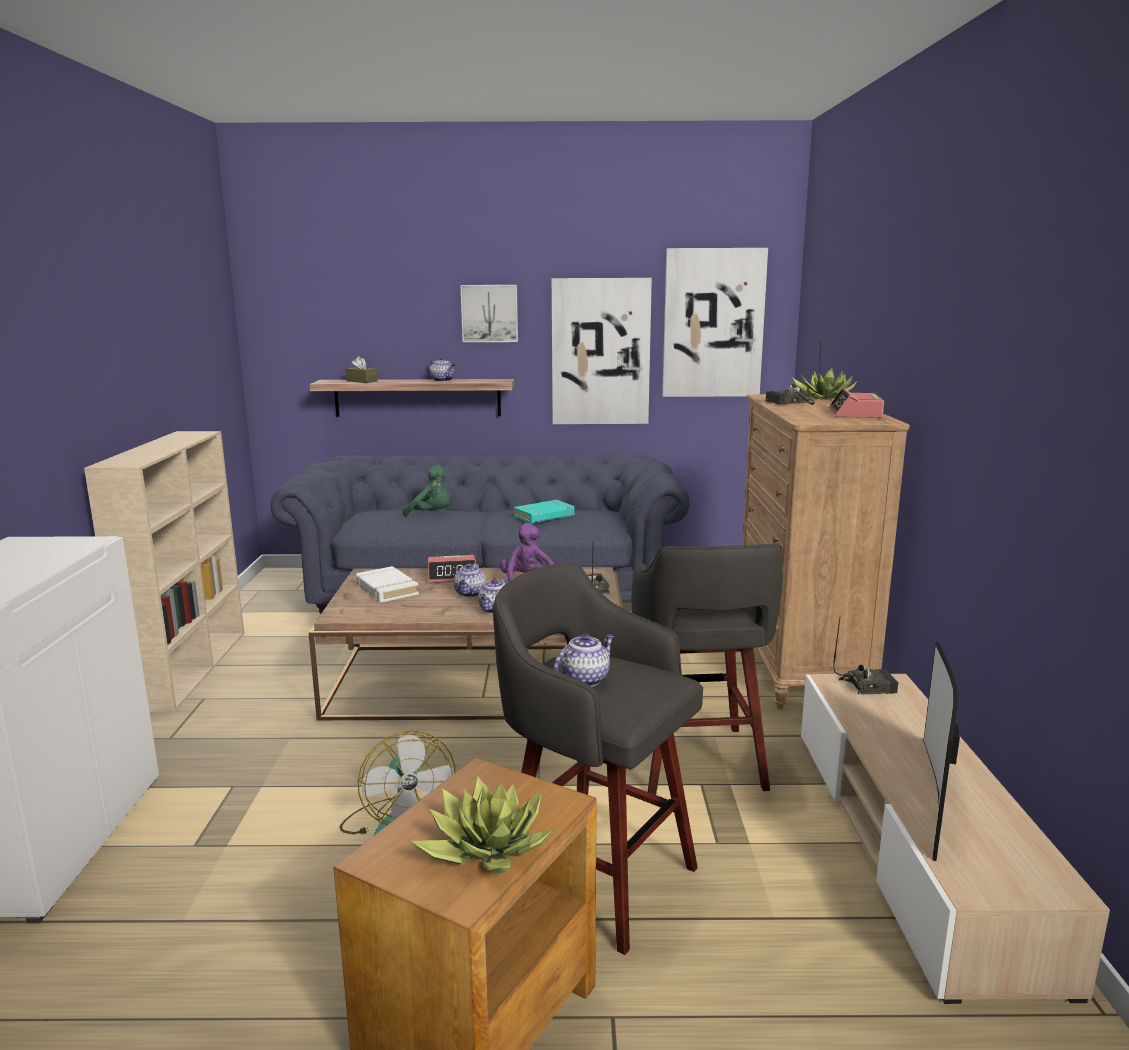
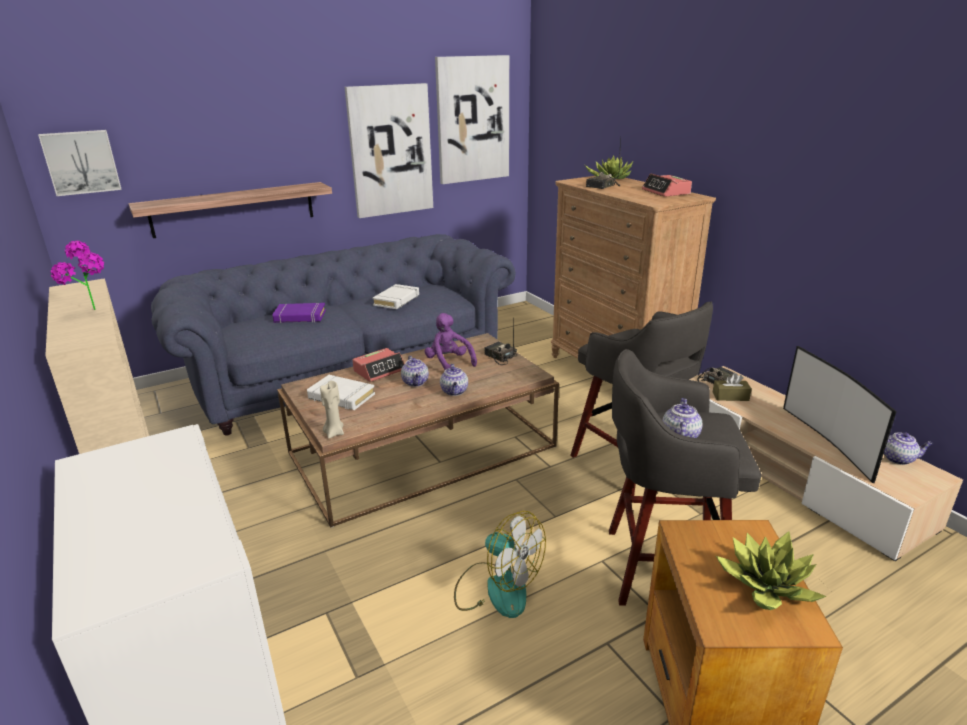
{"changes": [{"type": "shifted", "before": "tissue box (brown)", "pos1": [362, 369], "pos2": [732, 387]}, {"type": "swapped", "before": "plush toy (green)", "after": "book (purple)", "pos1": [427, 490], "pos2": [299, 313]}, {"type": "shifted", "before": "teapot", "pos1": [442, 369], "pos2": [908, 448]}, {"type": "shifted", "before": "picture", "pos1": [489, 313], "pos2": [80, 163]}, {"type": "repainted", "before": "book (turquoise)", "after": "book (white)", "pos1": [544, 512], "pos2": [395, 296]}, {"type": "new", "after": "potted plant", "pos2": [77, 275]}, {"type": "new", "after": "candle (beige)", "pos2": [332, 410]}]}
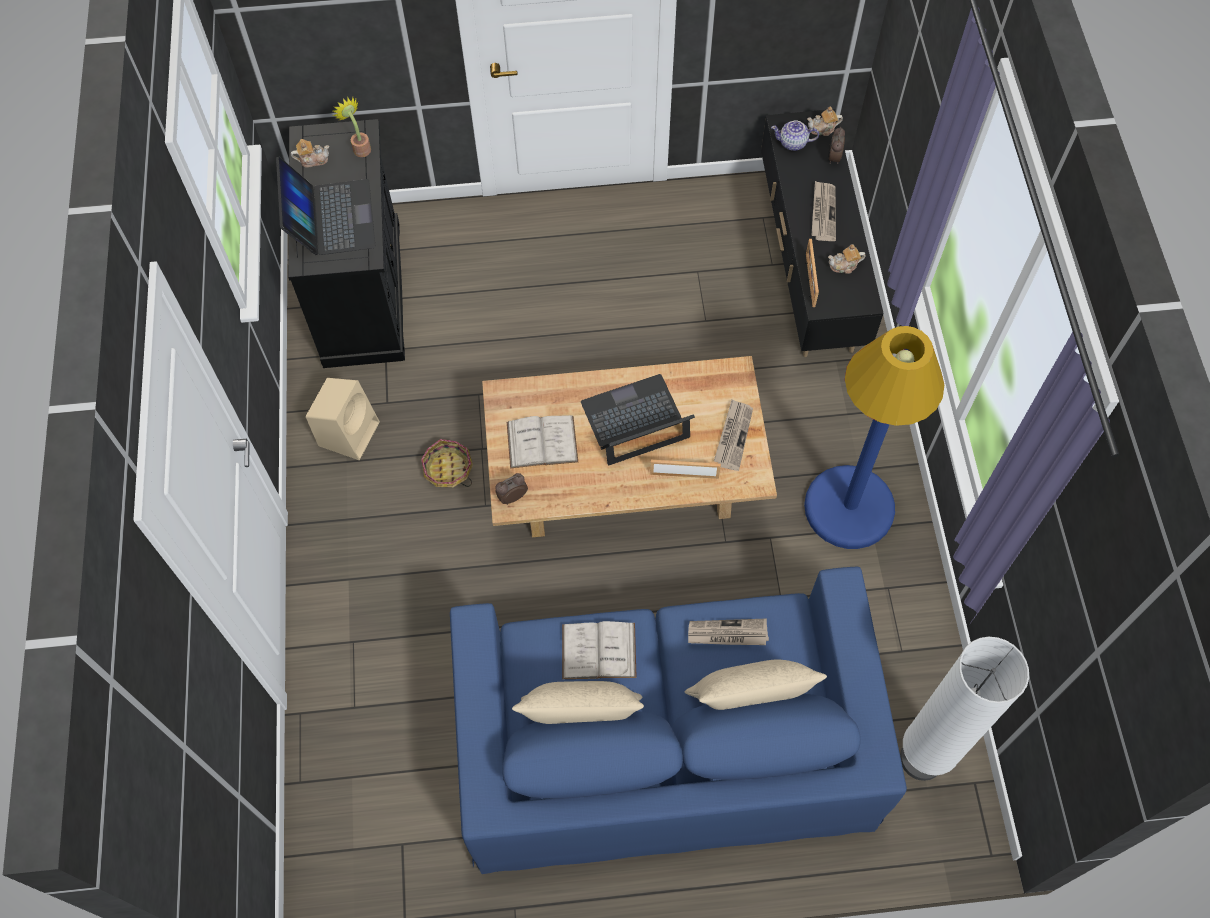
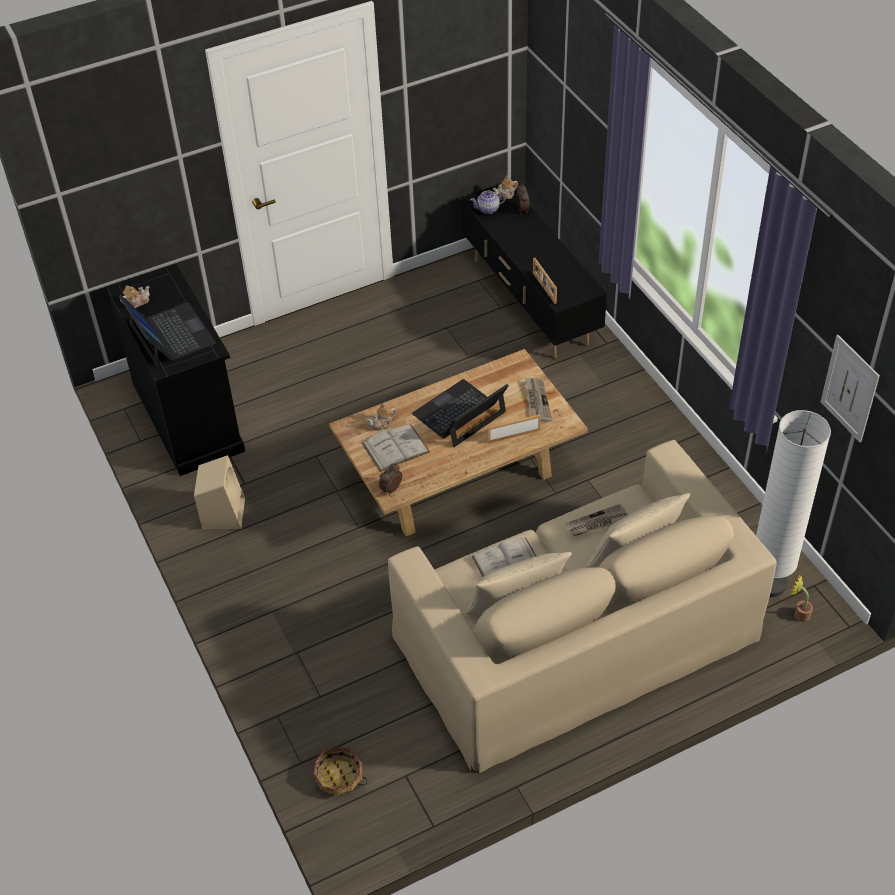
{"changes": [{"type": "shifted", "before": "potted plant", "pos1": [352, 127], "pos2": [801, 598]}, {"type": "shifted", "before": "basket", "pos1": [447, 463], "pos2": [340, 771]}, {"type": "repainted", "before": "sofa (blue)", "after": "sofa (beige)", "pos1": [678, 720], "pos2": [582, 606]}, {"type": "gone", "before": "floor lamp (blue)", "pos1": [874, 437]}, {"type": "gone", "before": "newspaper", "pos1": [823, 211]}, {"type": "shifted", "before": "teapot", "pos1": [847, 259], "pos2": [381, 417]}, {"type": "new", "after": "picture", "pos2": [850, 388]}]}
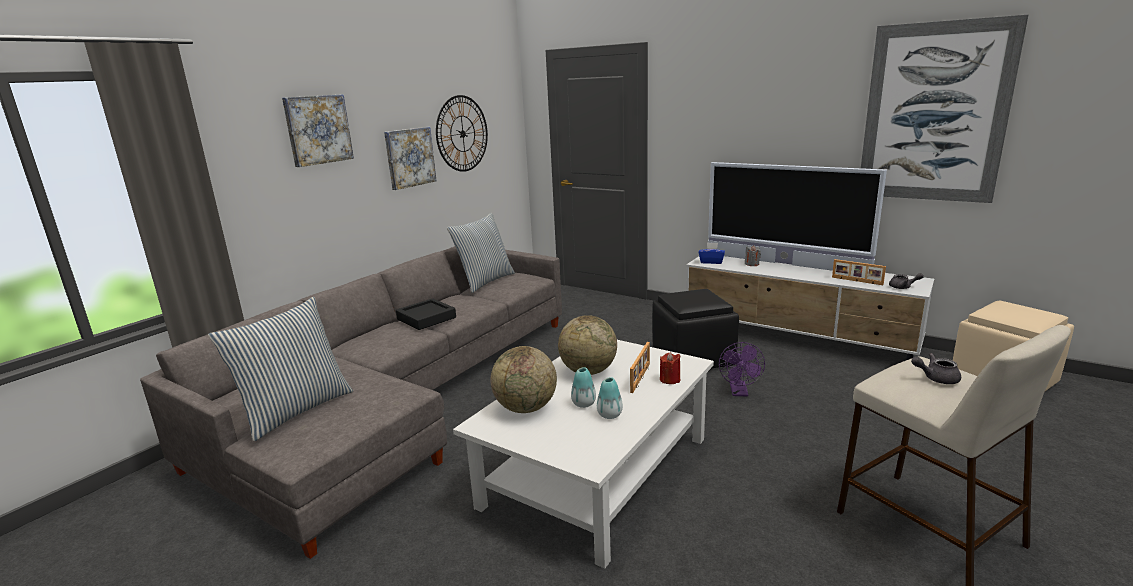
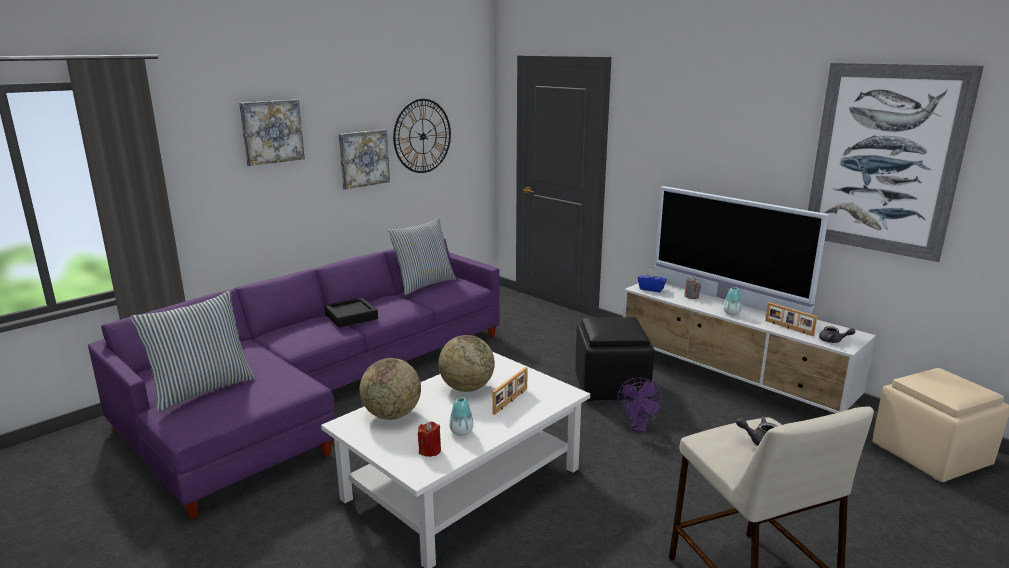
{"changes": [{"type": "repainted", "before": "sofa (grey)", "after": "sofa (purple)", "pos1": [351, 402], "pos2": [294, 379]}, {"type": "shifted", "before": "vase", "pos1": [583, 387], "pos2": [732, 301]}, {"type": "shifted", "before": "candle (red)", "pos1": [670, 368], "pos2": [429, 439]}]}
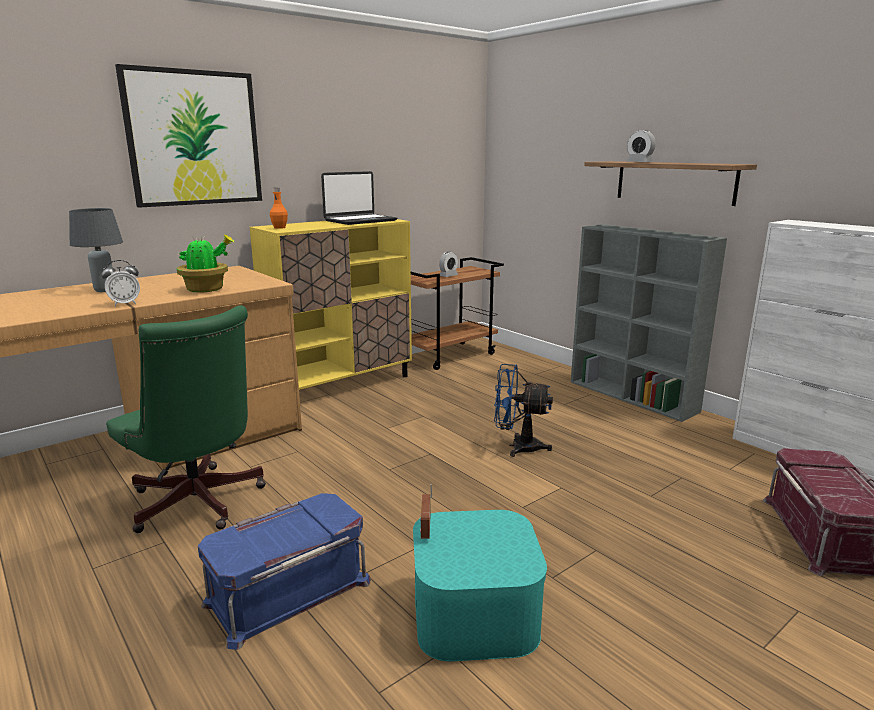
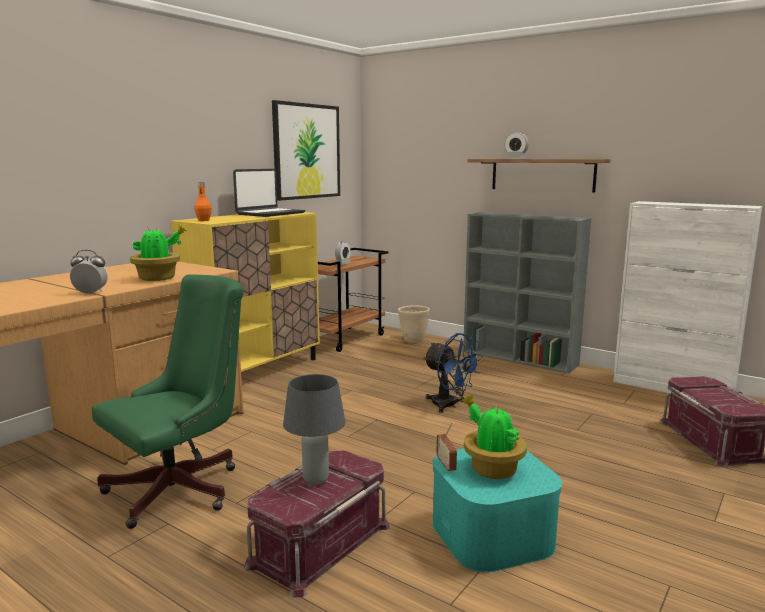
{"changes": [{"type": "shifted", "before": "table lamp (grey)", "pos1": [96, 250], "pos2": [314, 429]}, {"type": "rotated", "before": "alarm clock", "pos1": [120, 283], "pos2": [89, 272], "turn": -135}, {"type": "rotated", "before": "office chair (green)", "pos1": [186, 419], "pos2": [168, 401], "turn": -75}, {"type": "shifted", "before": "picture", "pos1": [188, 136], "pos2": [306, 150]}, {"type": "repainted", "before": "storage box (blue)", "after": "storage box (red)", "pos1": [284, 571], "pos2": [317, 524]}, {"type": "rotated", "before": "fan (blue)", "pos1": [523, 410], "pos2": [453, 373], "turn": -135}, {"type": "new", "after": "planter (beige)", "pos2": [414, 324]}, {"type": "new", "after": "potted plant", "pos2": [494, 436]}]}
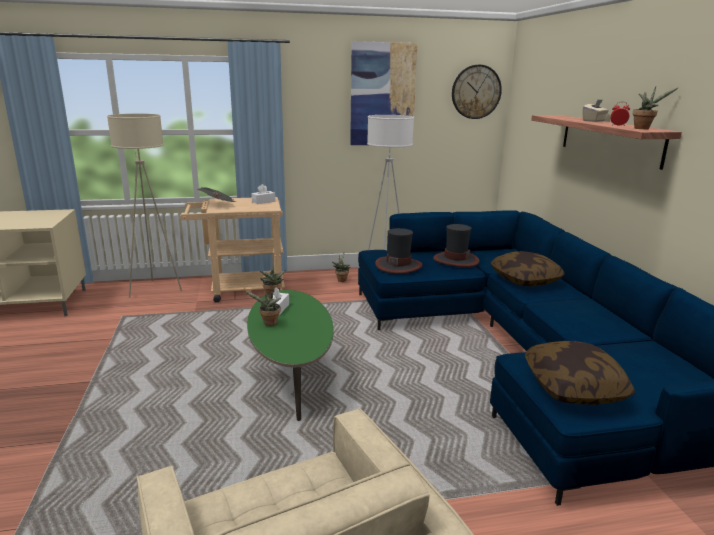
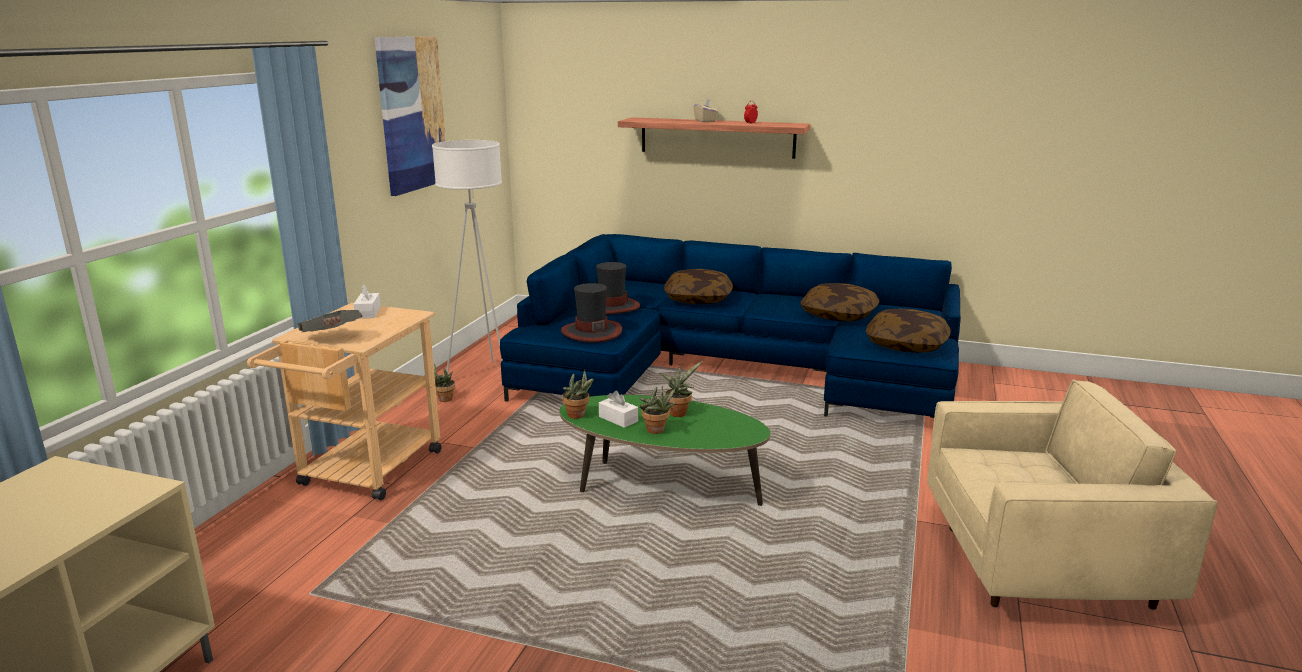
{"changes": [{"type": "gone", "before": "floor lamp (beige)", "pos1": [144, 206]}, {"type": "gone", "before": "wall clock", "pos1": [477, 92]}, {"type": "shifted", "before": "potted plant", "pos1": [655, 108], "pos2": [681, 389]}, {"type": "new", "after": "pillow", "pos2": [840, 302]}]}
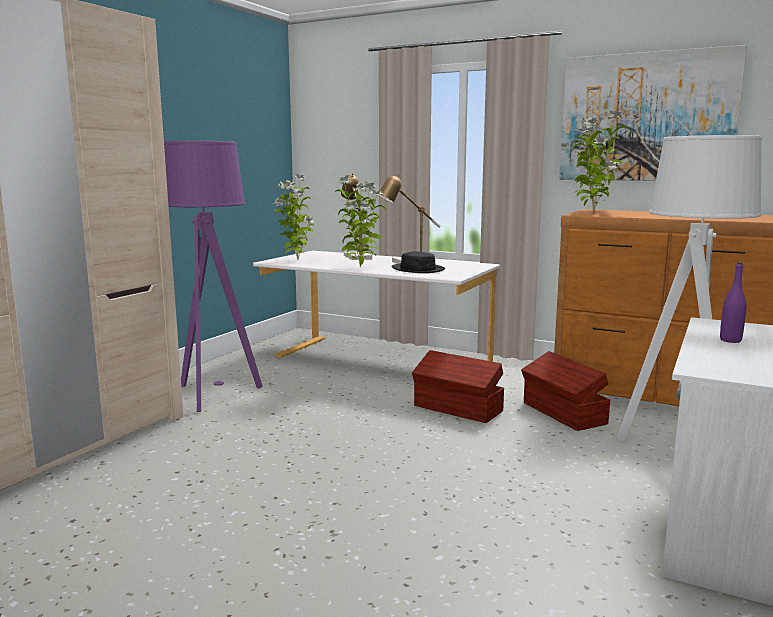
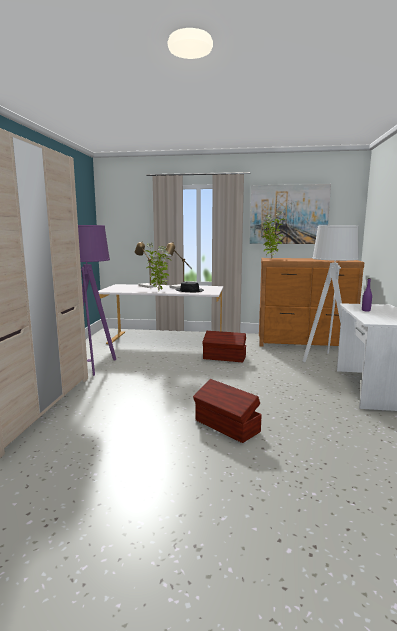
{"changes": [{"type": "gone", "before": "potted plant", "pos1": [294, 217]}, {"type": "shifted", "before": "storage box (brown)", "pos1": [565, 391], "pos2": [227, 411]}]}
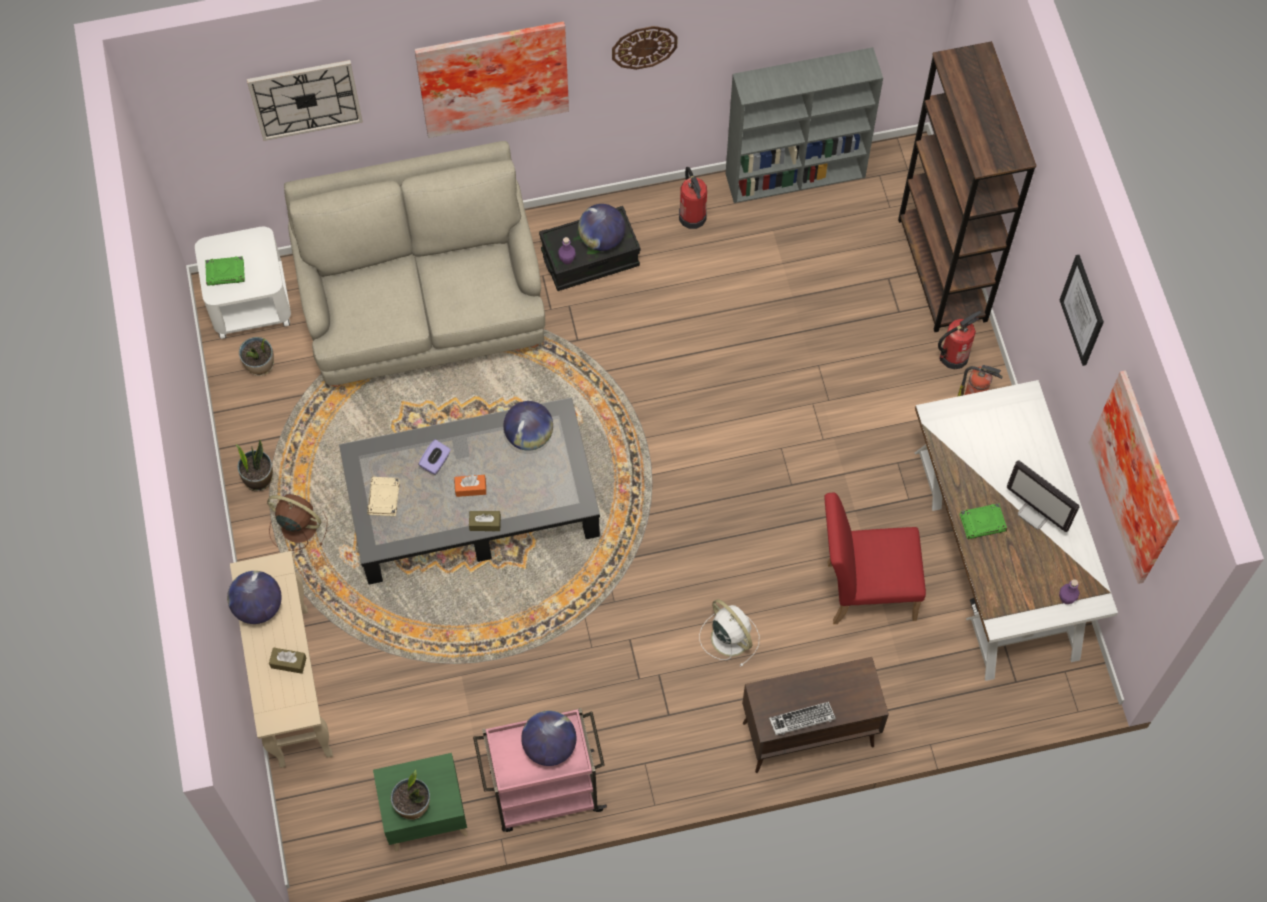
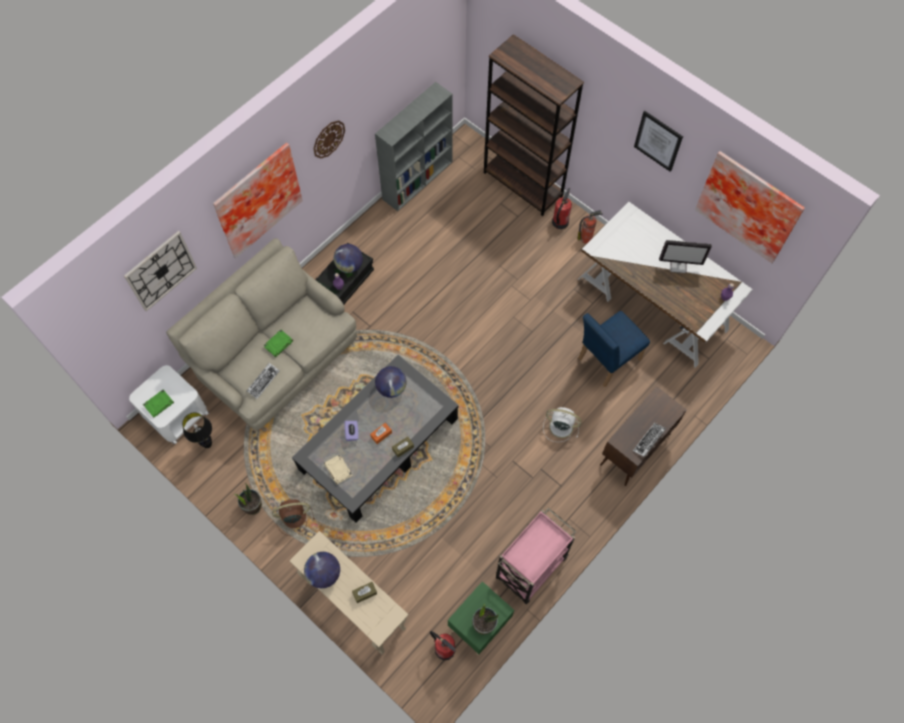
{"changes": [{"type": "swapped", "before": "potted plant", "after": "table lamp (black)", "pos1": [256, 356], "pos2": [197, 430]}, {"type": "gone", "before": "globe", "pos1": [549, 738]}, {"type": "shifted", "before": "fire extinguisher", "pos1": [693, 198], "pos2": [443, 645]}, {"type": "repainted", "before": "chair (red)", "after": "chair (blue)", "pos1": [875, 558], "pos2": [614, 349]}, {"type": "shifted", "before": "book (green)", "pos1": [983, 521], "pos2": [278, 343]}, {"type": "new", "after": "keyboard", "pos2": [263, 381]}]}
